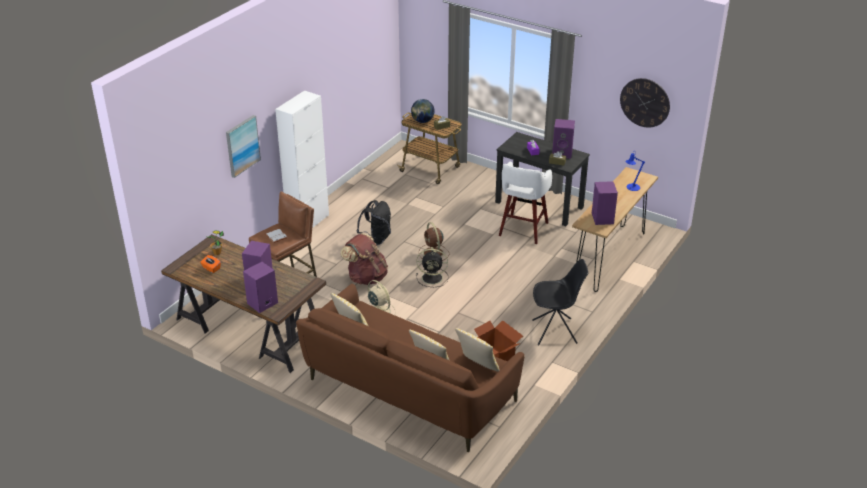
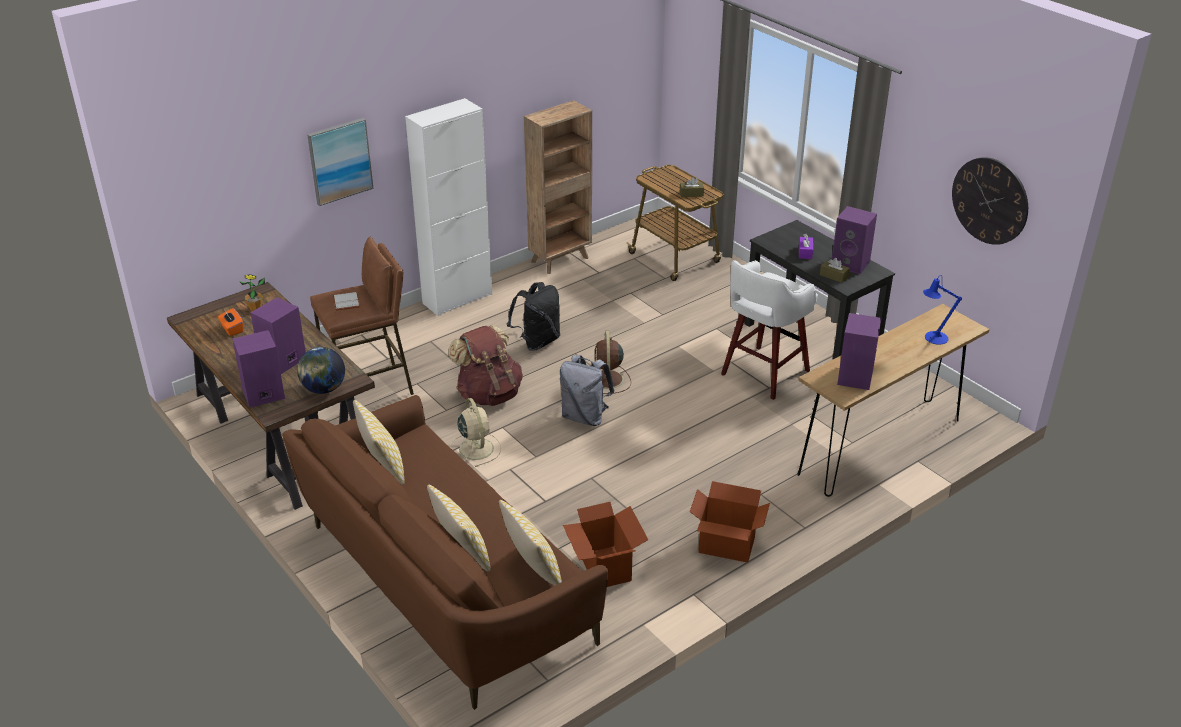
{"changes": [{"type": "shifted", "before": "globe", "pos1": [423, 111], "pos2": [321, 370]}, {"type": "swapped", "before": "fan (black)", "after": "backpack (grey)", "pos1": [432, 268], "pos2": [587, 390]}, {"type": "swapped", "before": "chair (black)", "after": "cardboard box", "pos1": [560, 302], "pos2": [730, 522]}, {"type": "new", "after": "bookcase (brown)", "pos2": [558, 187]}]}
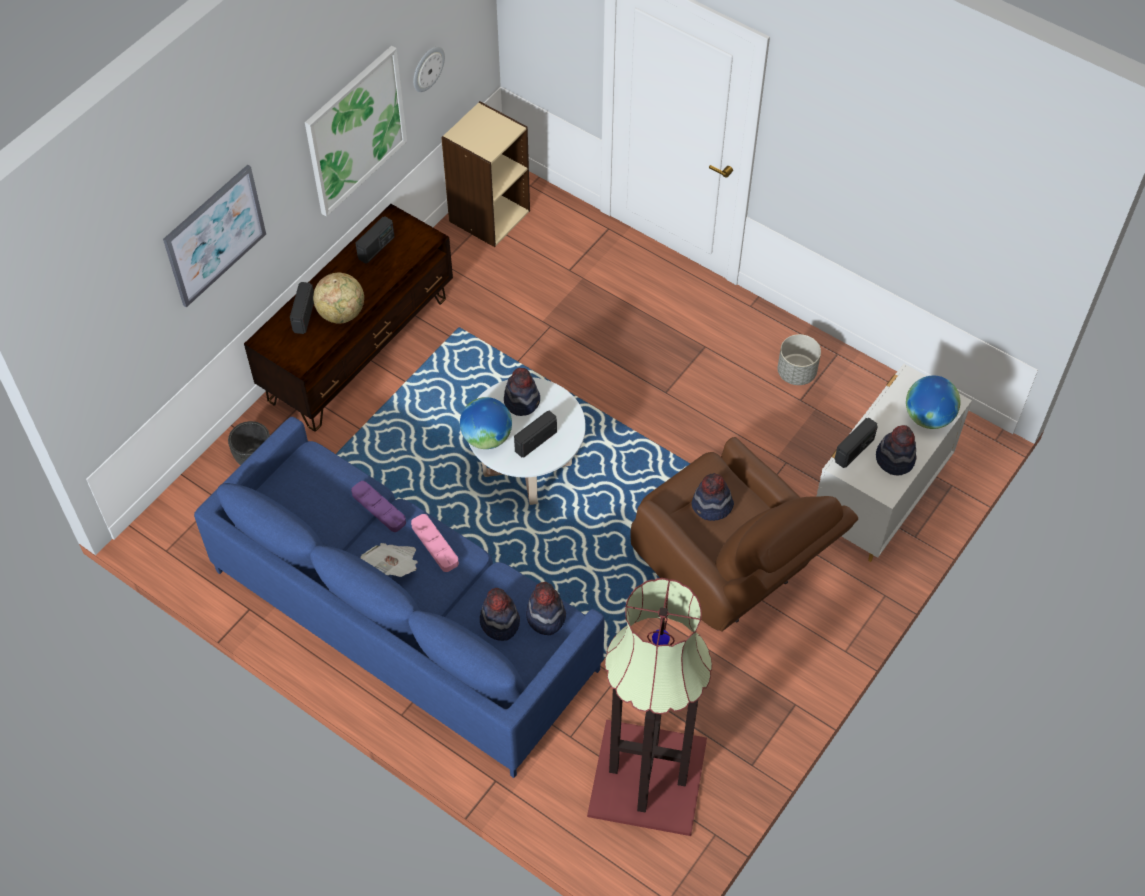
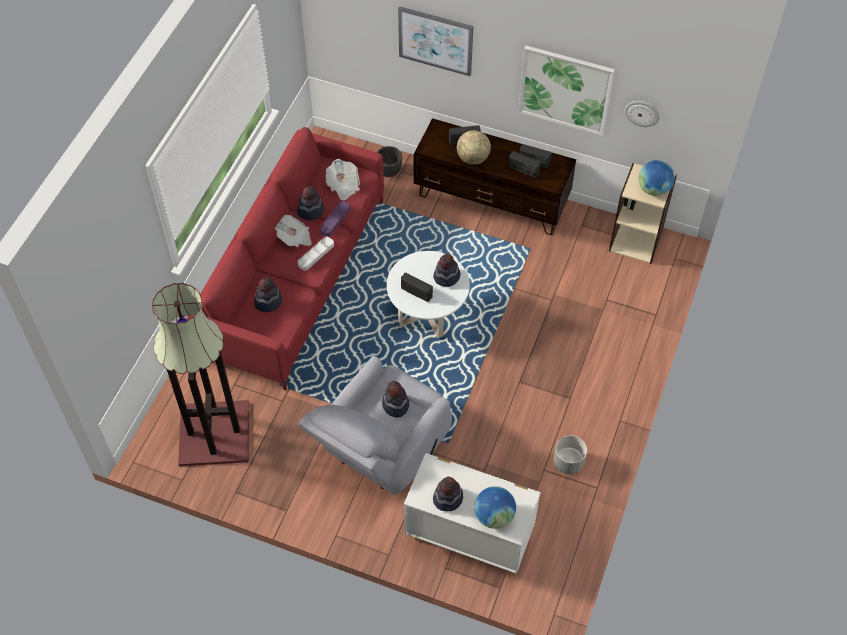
{"changes": [{"type": "repainted", "before": "sofa (blue)", "after": "sofa (red)", "pos1": [399, 597], "pos2": [285, 258]}, {"type": "repainted", "before": "tray (pink)", "after": "tray (grey)", "pos1": [435, 543], "pos2": [315, 254]}, {"type": "shifted", "before": "globe", "pos1": [486, 423], "pos2": [657, 178]}, {"type": "shifted", "before": "hat", "pos1": [546, 608], "pos2": [310, 203]}, {"type": "repainted", "before": "armchair (brown)", "after": "armchair (grey)", "pos1": [744, 534], "pos2": [375, 425]}, {"type": "shifted", "before": "radio", "pos1": [856, 443], "pos2": [525, 164]}, {"type": "new", "after": "newspaper", "pos2": [343, 179]}]}
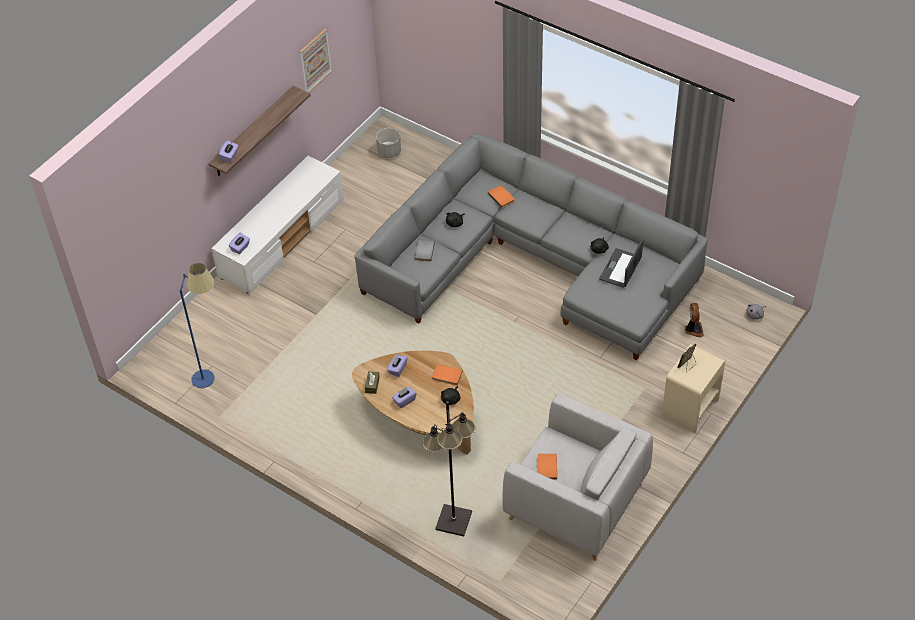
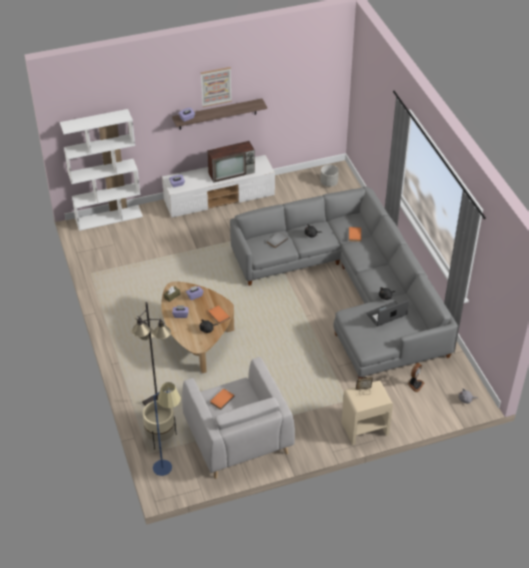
{"changes": [{"type": "shifted", "before": "floor lamp (blue)", "pos1": [197, 325], "pos2": [167, 429]}, {"type": "shifted", "before": "picture", "pos1": [316, 60], "pos2": [216, 87]}, {"type": "new", "after": "bookcase (white)", "pos2": [101, 170]}, {"type": "new", "after": "planter (beige)", "pos2": [160, 424]}, {"type": "new", "after": "television", "pos2": [231, 162]}]}
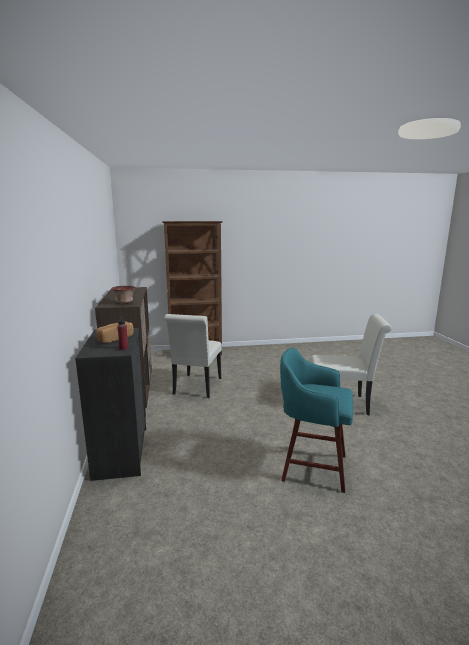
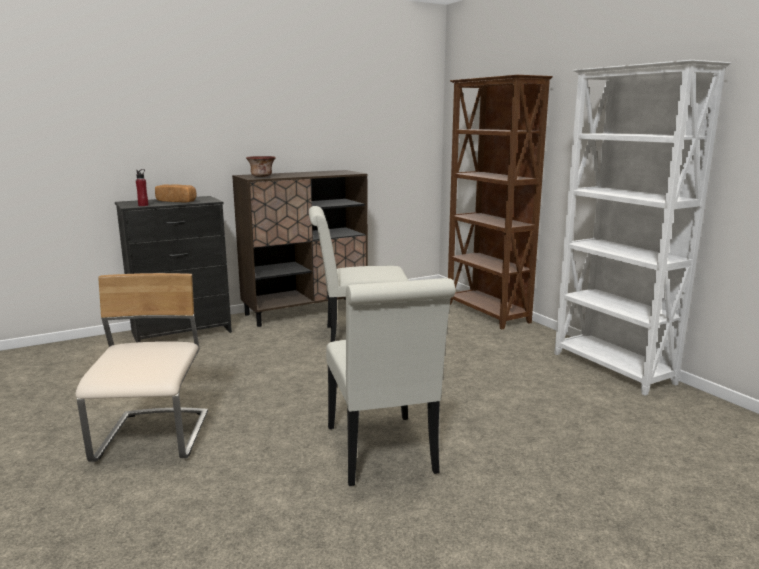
{"changes": [{"type": "swapped", "before": "stool (turquoise)", "after": "chair (beige)", "pos1": [316, 420], "pos2": [142, 367]}, {"type": "new", "after": "bookcase (white)", "pos2": [642, 228]}]}
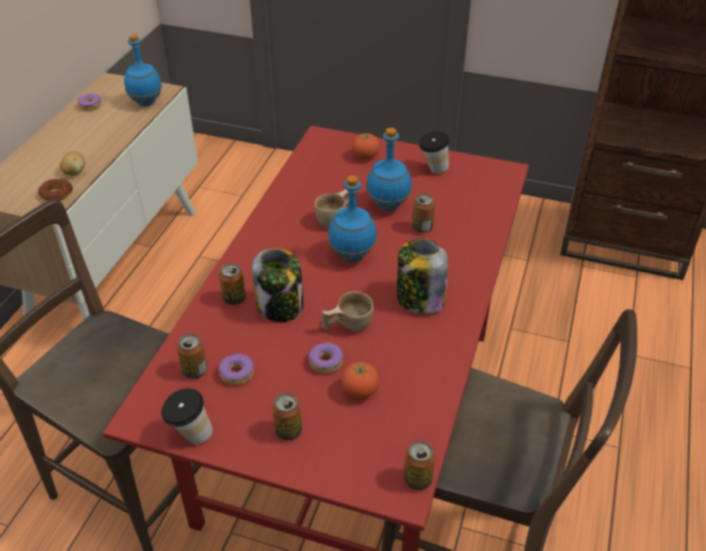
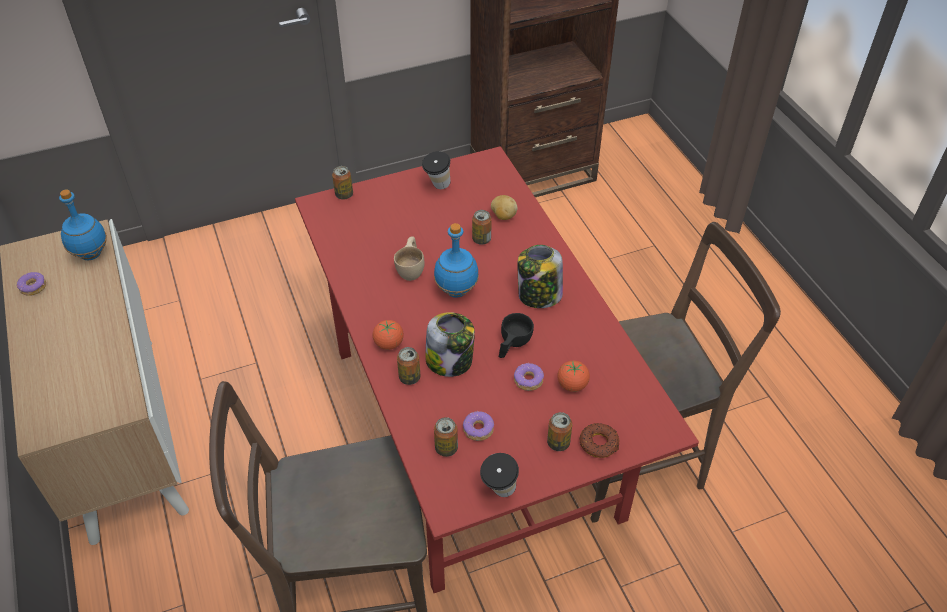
{"changes": [{"type": "shifted", "before": "donut", "pos1": [55, 190], "pos2": [599, 440]}, {"type": "shifted", "before": "potato", "pos1": [72, 163], "pos2": [504, 207]}, {"type": "repainted", "before": "cup (beige)", "after": "cup (black)", "pos1": [348, 311], "pos2": [516, 335]}, {"type": "shifted", "before": "tomato", "pos1": [366, 146], "pos2": [388, 335]}, {"type": "gone", "before": "bottle (blue)", "pos1": [389, 169]}, {"type": "shifted", "before": "can", "pos1": [419, 465], "pos2": [342, 182]}]}
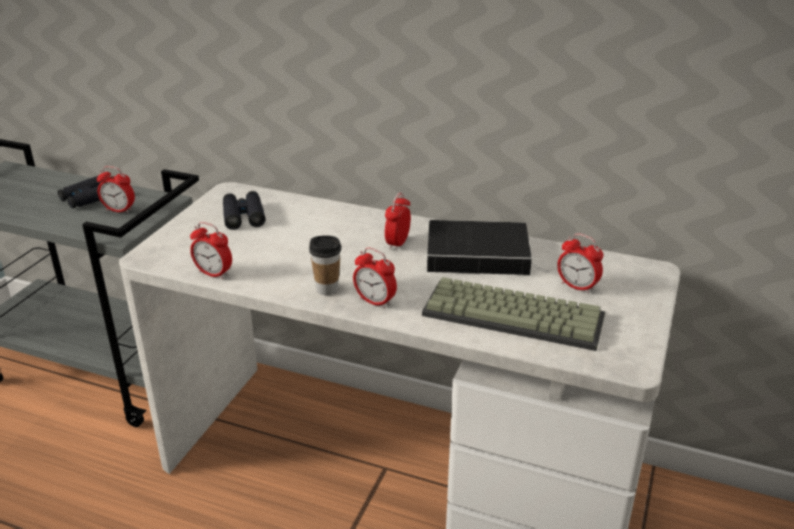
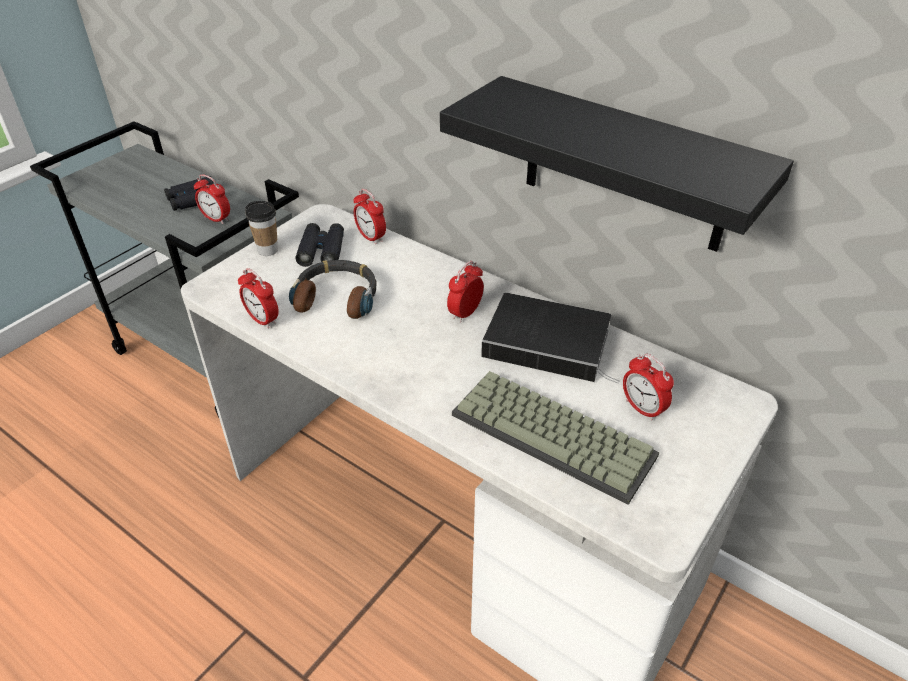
{"changes": [{"type": "shifted", "before": "cup", "pos1": [325, 265], "pos2": [261, 228]}, {"type": "shifted", "before": "alarm clock", "pos1": [375, 278], "pos2": [370, 217]}, {"type": "new", "after": "headphones", "pos2": [333, 289]}, {"type": "new", "after": "shelf (black)", "pos2": [617, 164]}]}
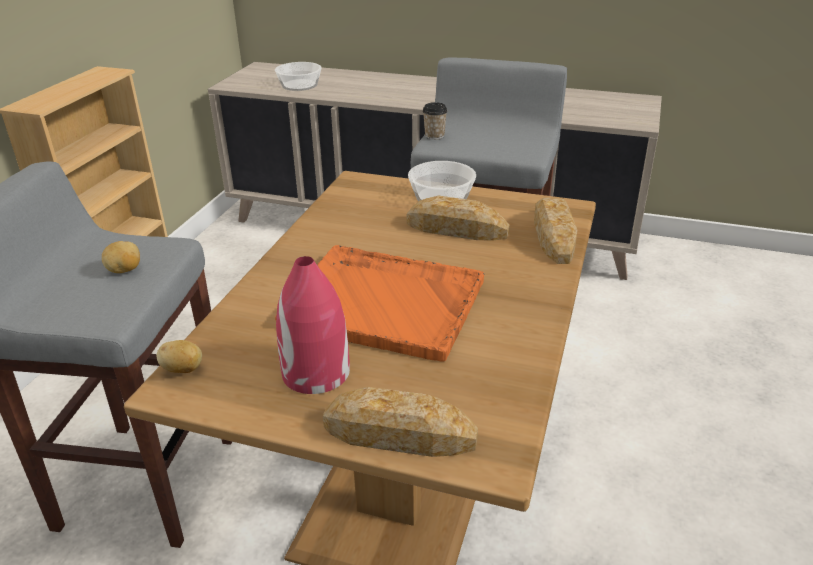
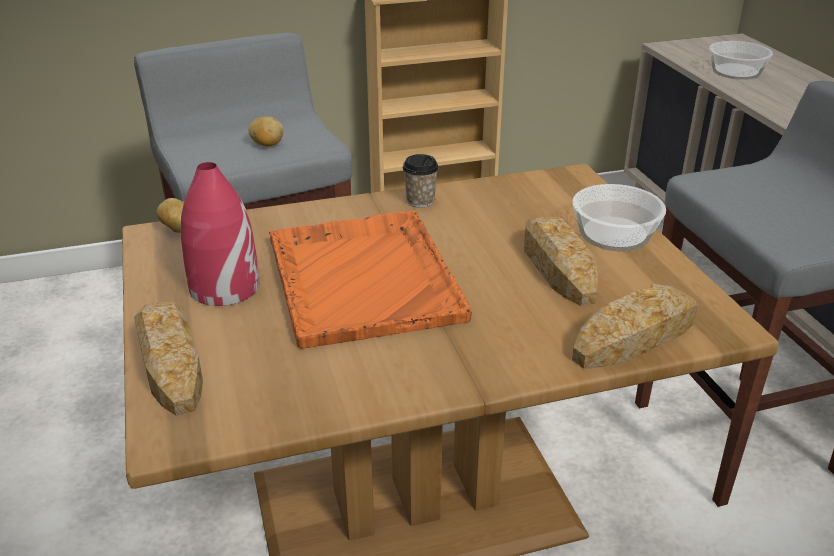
{"changes": [{"type": "shifted", "before": "cup", "pos1": [434, 121], "pos2": [421, 181]}]}
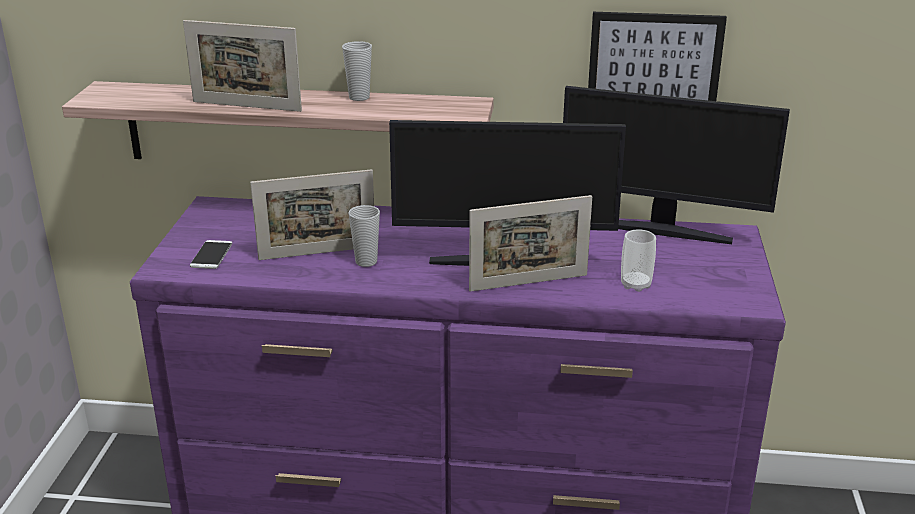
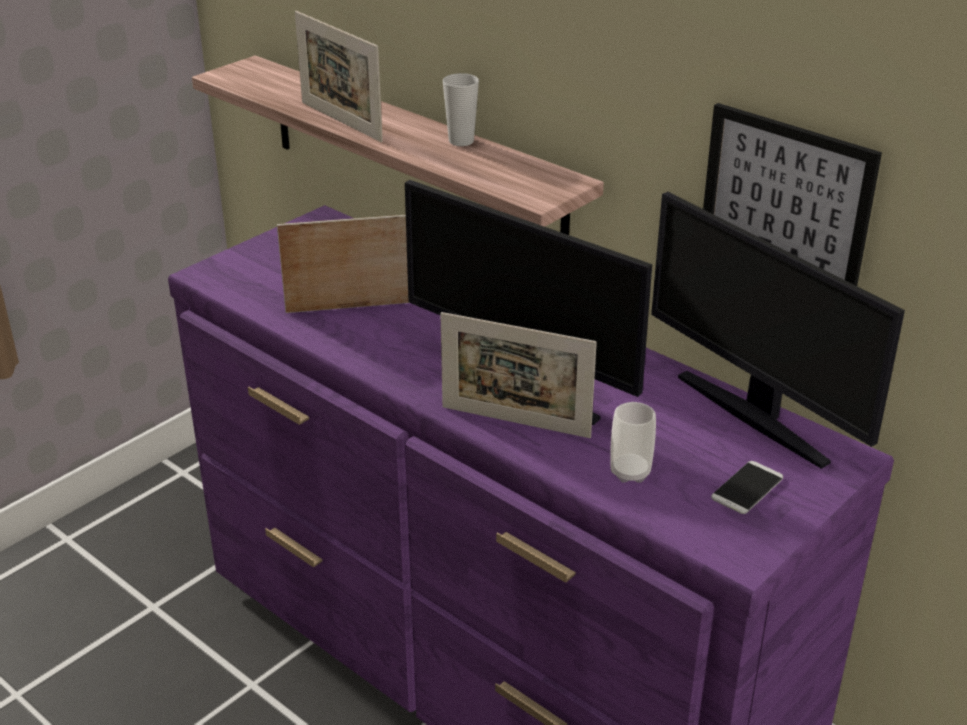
{"changes": [{"type": "shifted", "before": "phone", "pos1": [211, 254], "pos2": [747, 487]}, {"type": "rotated", "before": "picture frame", "pos1": [312, 214], "pos2": [343, 264], "turn": 150}, {"type": "gone", "before": "cup", "pos1": [364, 236]}]}
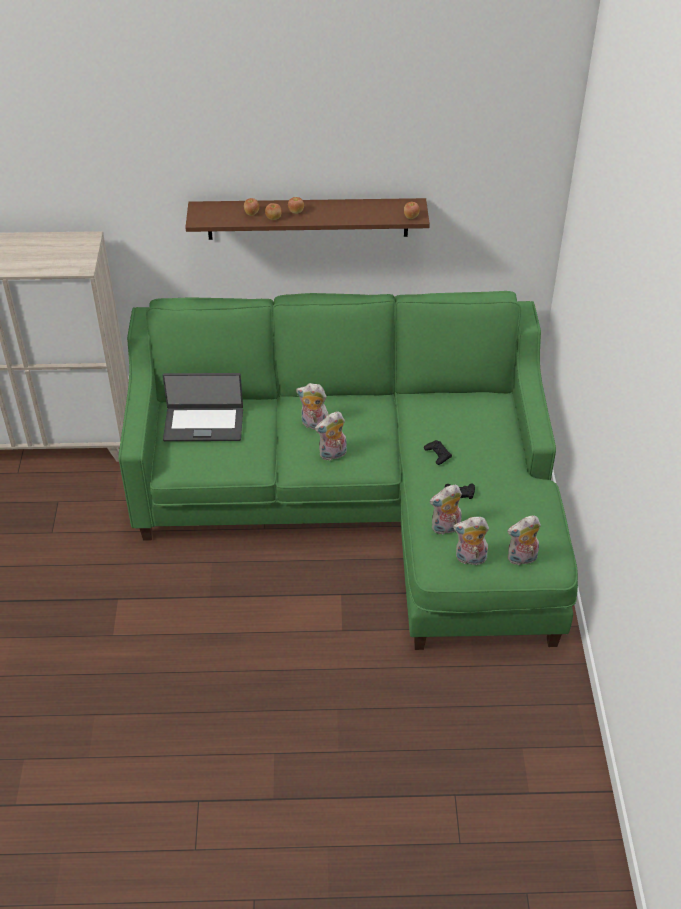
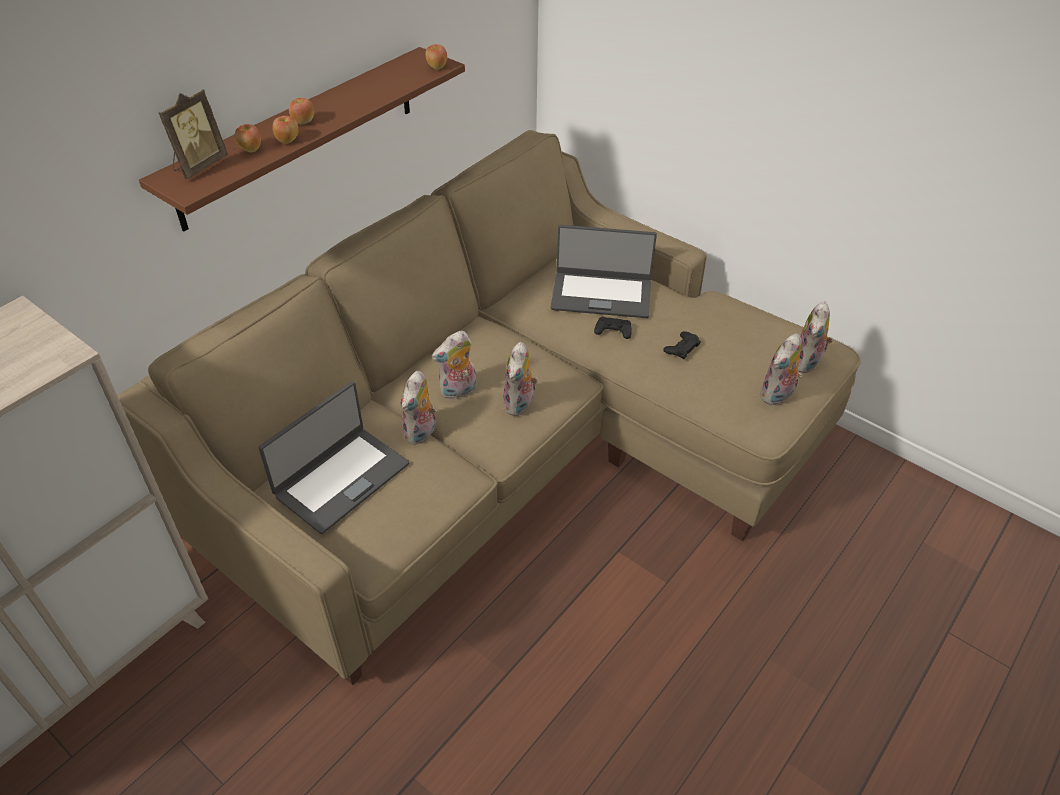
{"changes": [{"type": "repainted", "before": "sofa (green)", "after": "sofa (beige)", "pos1": [348, 470], "pos2": [489, 407]}, {"type": "shifted", "before": "plush toy", "pos1": [446, 510], "pos2": [419, 408]}, {"type": "new", "after": "picture frame", "pos2": [193, 134]}, {"type": "new", "after": "laptop", "pos2": [604, 271]}]}
